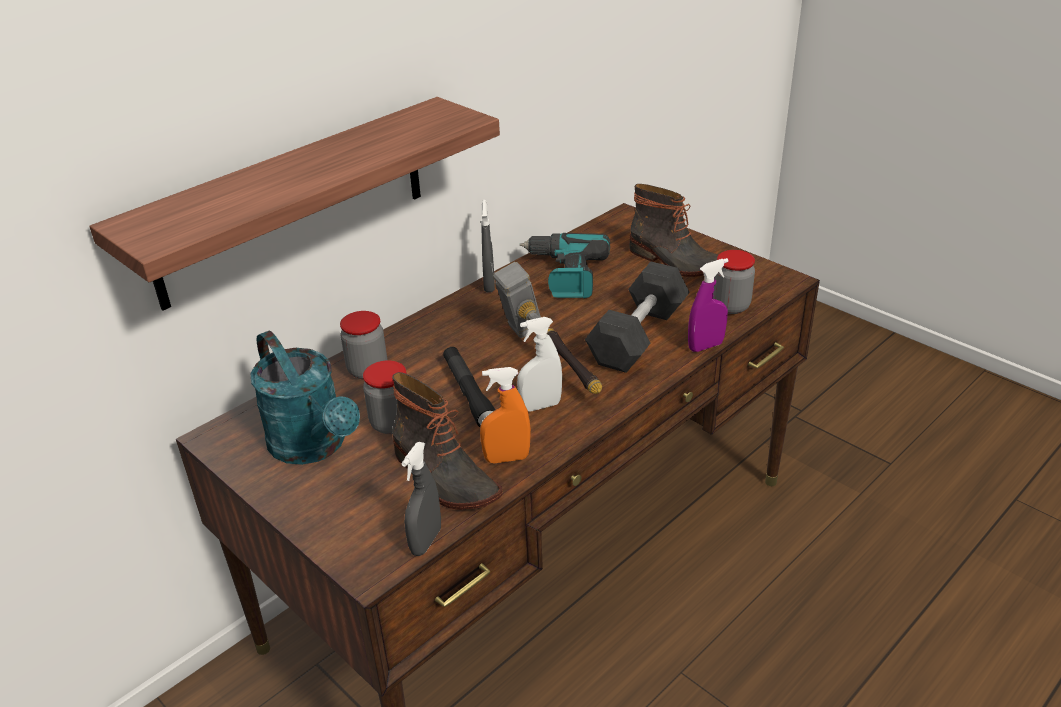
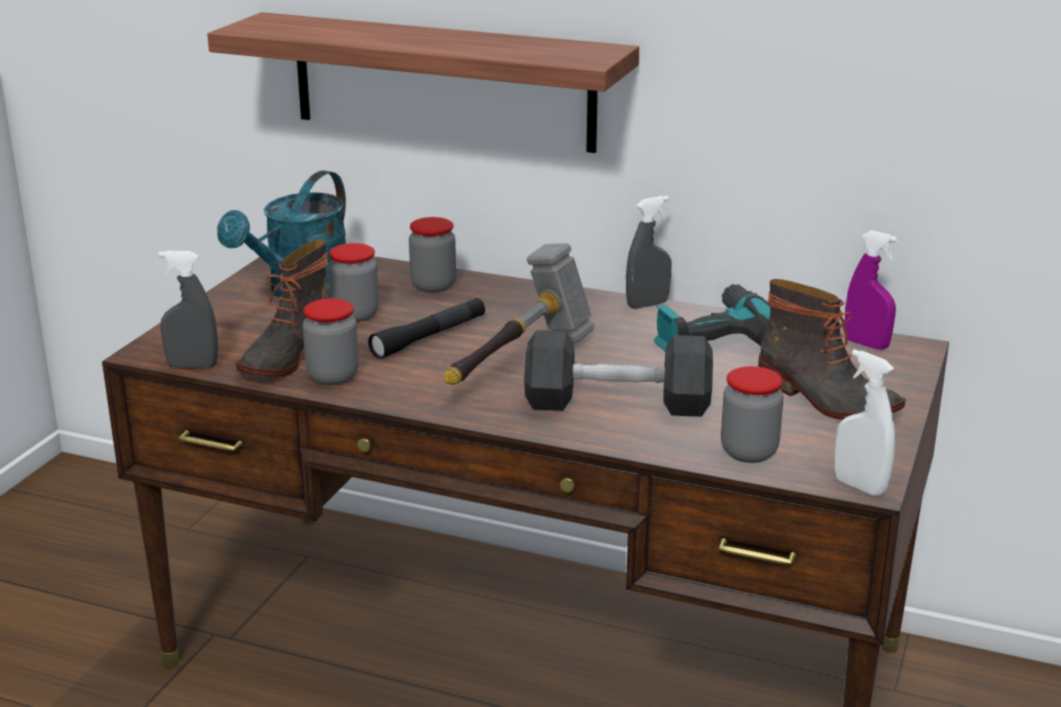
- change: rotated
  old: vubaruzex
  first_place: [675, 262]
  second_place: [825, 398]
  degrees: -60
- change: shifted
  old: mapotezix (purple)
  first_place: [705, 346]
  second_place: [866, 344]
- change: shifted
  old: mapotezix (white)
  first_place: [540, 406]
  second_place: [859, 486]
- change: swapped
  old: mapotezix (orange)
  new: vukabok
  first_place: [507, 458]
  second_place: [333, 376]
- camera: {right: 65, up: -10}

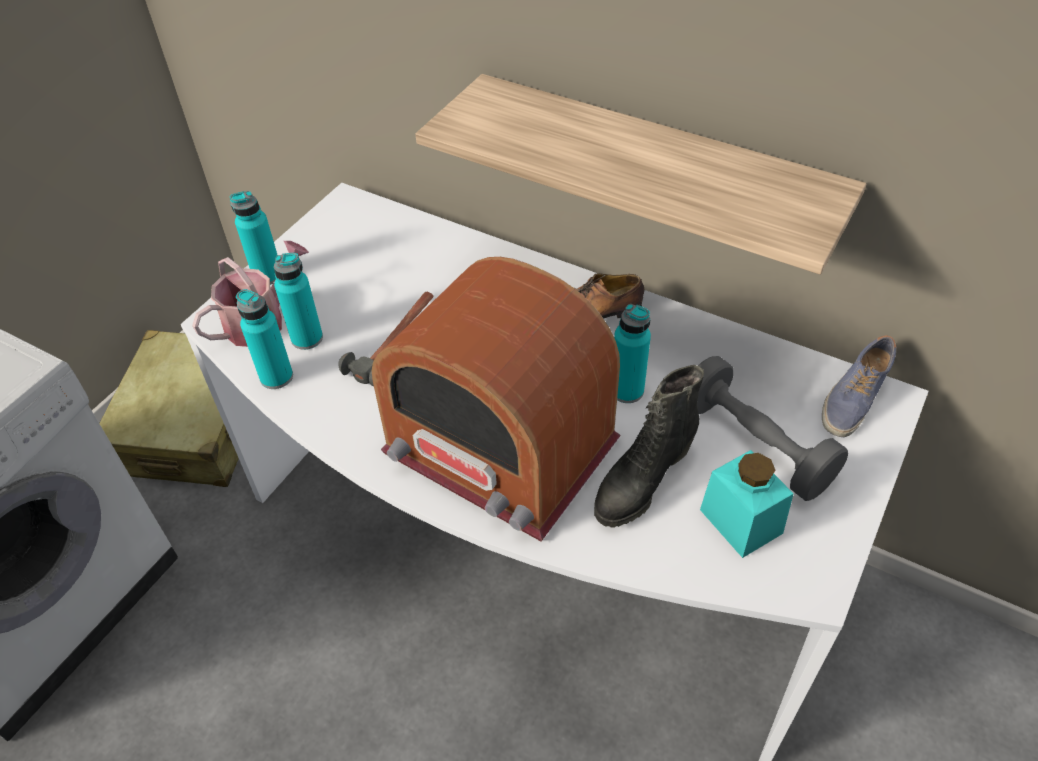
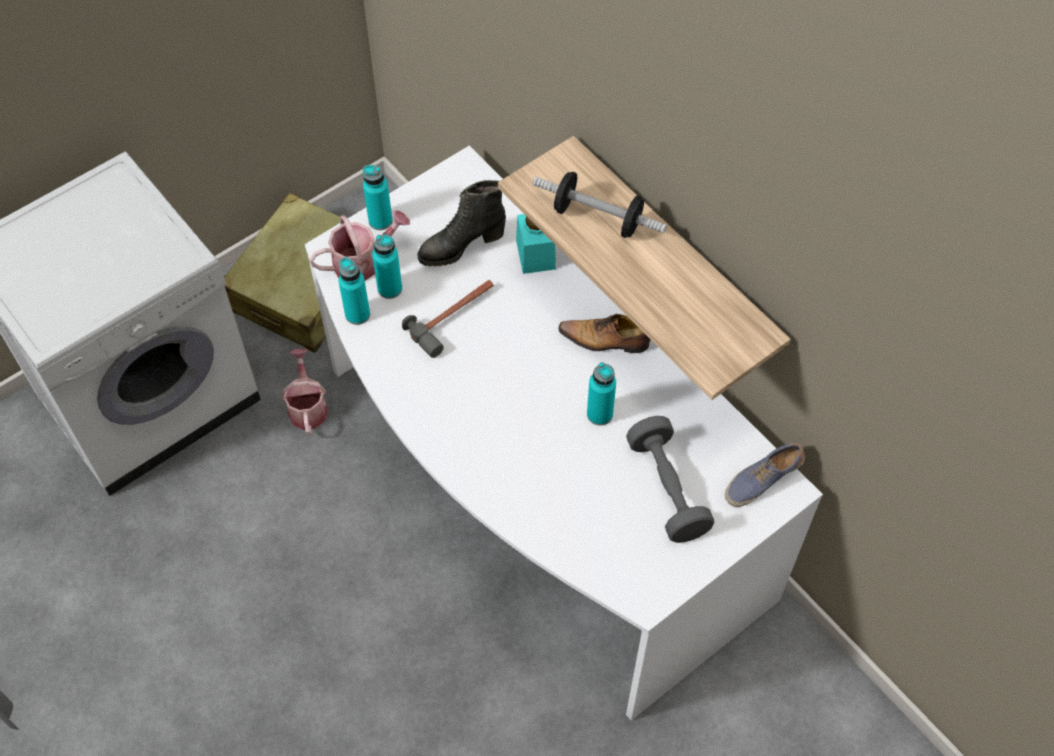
- change: gone
  old: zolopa
  first_place: [500, 448]
- change: shifted
  old: vubaruzex (black)
  first_place: [642, 481]
  second_place: [461, 246]
- change: shifted
  old: vukabok (turquoise)
  first_place: [741, 521]
  second_place: [535, 254]
- change: new
  new: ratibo
  second_place: [598, 218]
- change: new
  new: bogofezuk
  second_place: [307, 407]
- camera: {right: 20, up: 10}

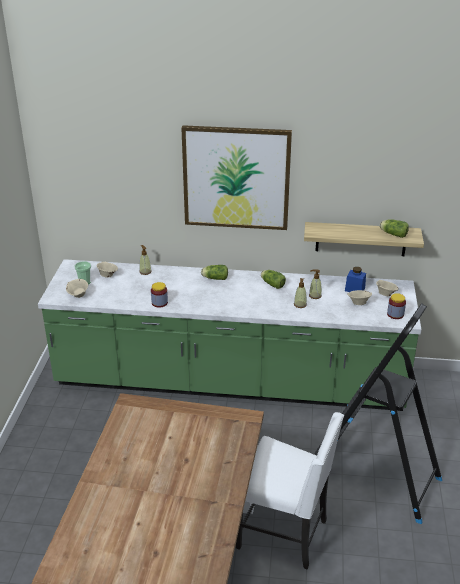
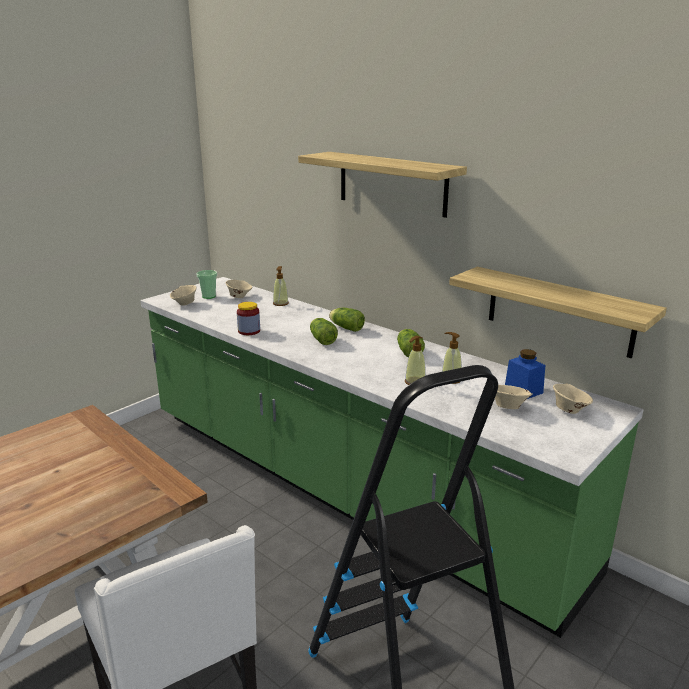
- change: swapped
  old: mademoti
  new: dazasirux
  first_place: [236, 178]
  second_place: [392, 183]
- change: shifted
  old: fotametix
  first_place: [392, 234]
  second_place: [322, 339]
- change: gone
  old: vukabok
  first_place: [395, 314]
- camera: {right: 35, up: -10}

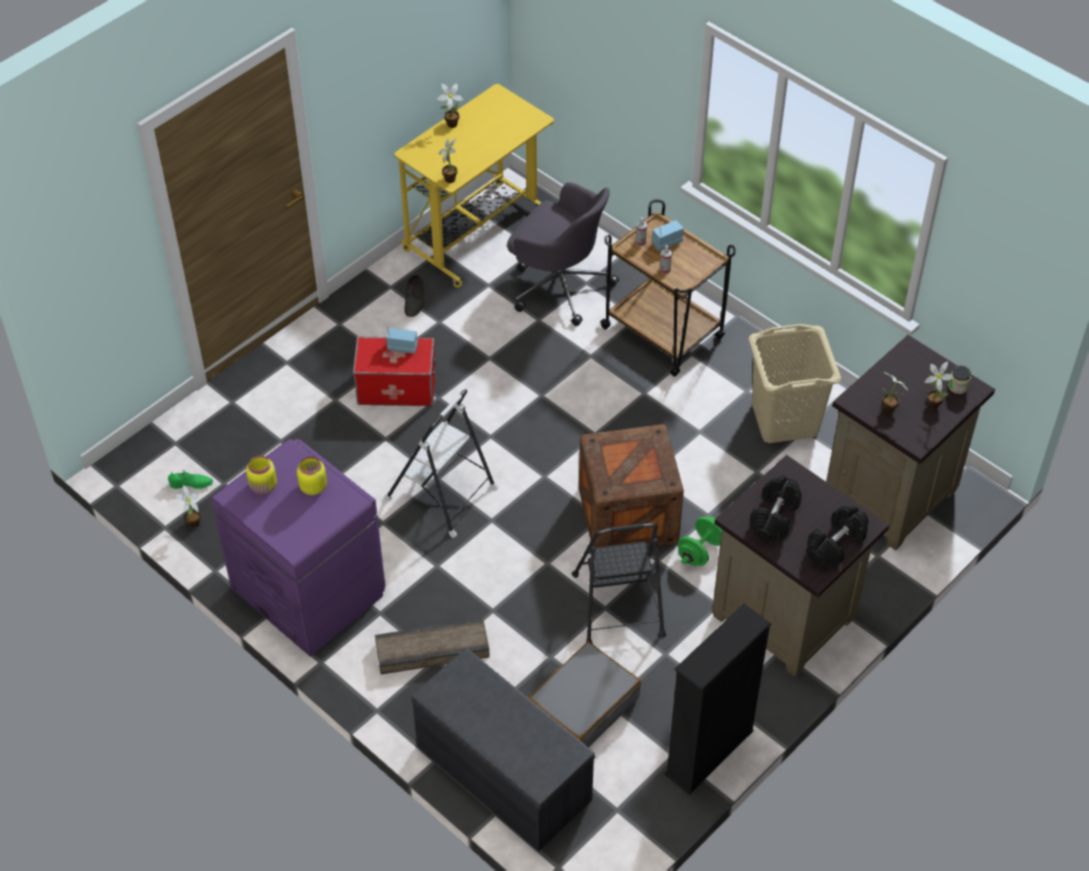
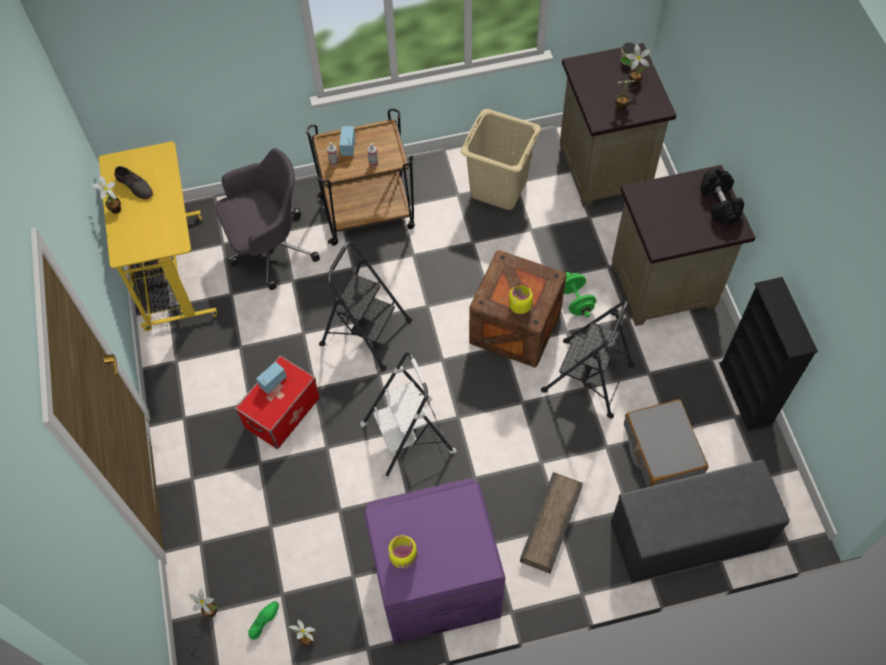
- change: shifted
  old: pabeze
  first_place: [450, 178]
  second_place: [210, 610]
- change: shifted
  old: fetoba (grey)
  first_place: [415, 300]
  second_place: [135, 185]
- change: shifted
  old: vukabok (yellow)
  first_place: [313, 486]
  second_place: [519, 306]
- change: gone
  old: ratibo (black)
  first_place: [774, 517]
- change: new
  new: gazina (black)
  second_place: [363, 330]
- camera: {right: -55, up: 10}

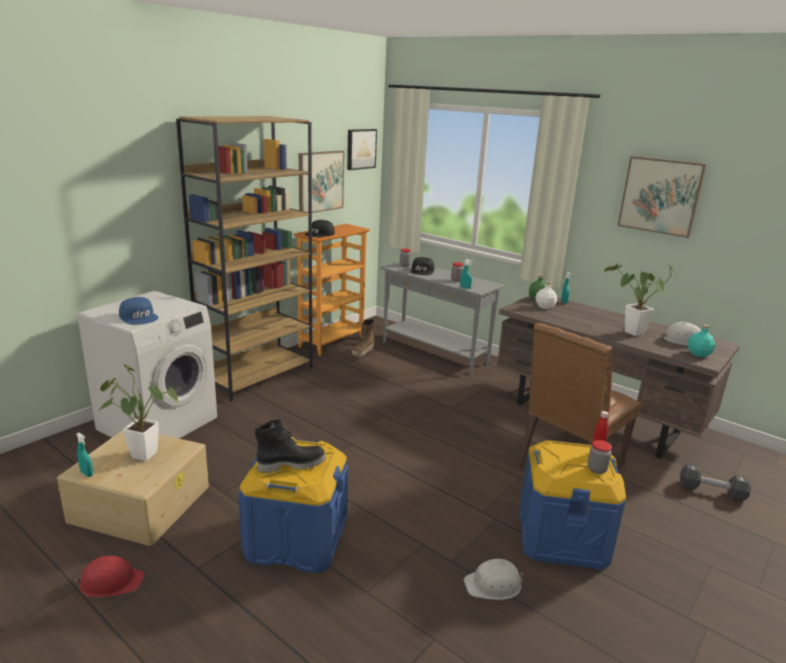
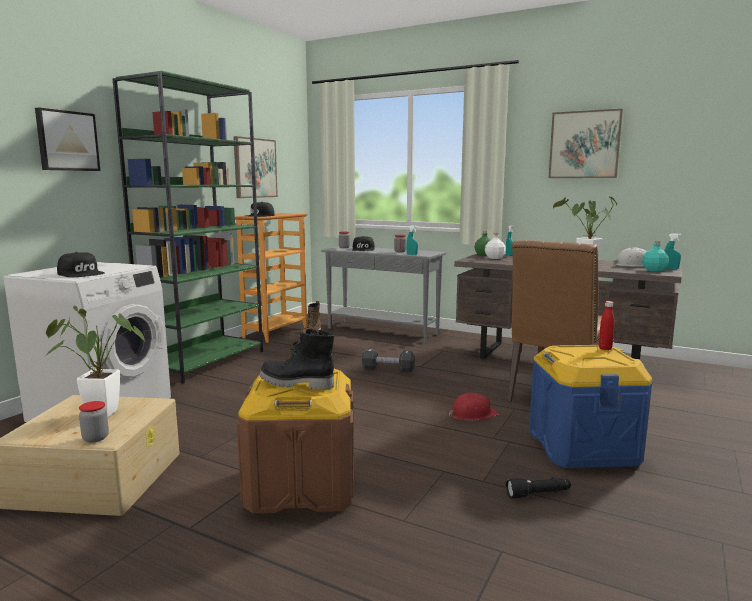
- change: repainted
  old: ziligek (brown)
  new: ziligek (green)
  first_place: [257, 374]
  second_place: [205, 361]
- change: shifted
  old: mademoti
  first_place: [360, 149]
  second_place: [67, 141]
- change: repainted
  old: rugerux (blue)
  new: rugerux (black)
  first_place: [139, 317]
  second_place: [82, 273]
- change: rotated
  old: vubaruzex (black)
  first_place: [291, 464]
  second_place: [296, 384]
  degrees: -135
- change: shifted
  old: mapotezix (turquoise)
  first_place: [87, 473]
  second_place: [670, 269]
- change: repainted
  old: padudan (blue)
  new: padudan (brown)
  first_place: [296, 539]
  second_place: [301, 485]
- change: shifted
  old: vukabok
  first_place: [596, 469]
  second_place: [95, 438]
- change: shifted
  old: ratibo (black)
  first_place: [711, 492]
  second_place: [388, 369]
- change: shifted
  old: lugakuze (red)
  first_place: [111, 582]
  second_place: [472, 414]
- change: swapped
  old: lugakuze (white)
  new: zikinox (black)
  first_place: [494, 585]
  second_place: [538, 494]
- camera: {right: -10, up: -10}

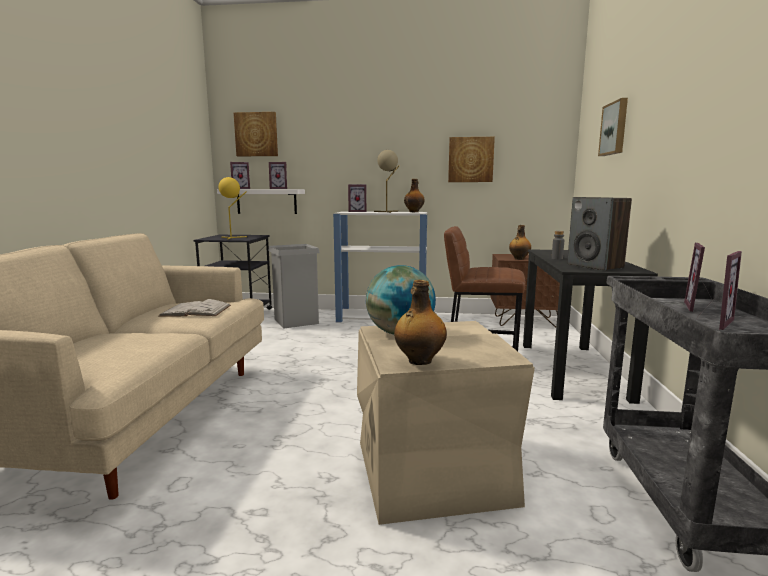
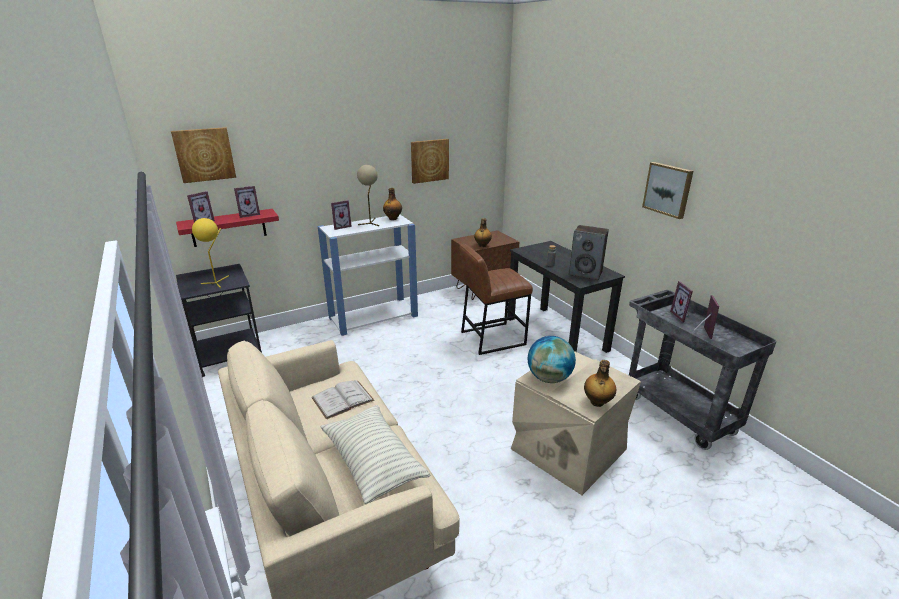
- change: shifted
  old: mademoti
  first_place: [615, 128]
  second_place: [668, 189]
- change: repainted
  old: dazasirux (white)
  new: dazasirux (red)
  first_place: [266, 201]
  second_place: [228, 228]
- change: gone
  old: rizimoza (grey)
  first_place: [296, 321]
- change: new
  new: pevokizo
  second_place: [373, 462]
- camera: {right: -35, up: 15}

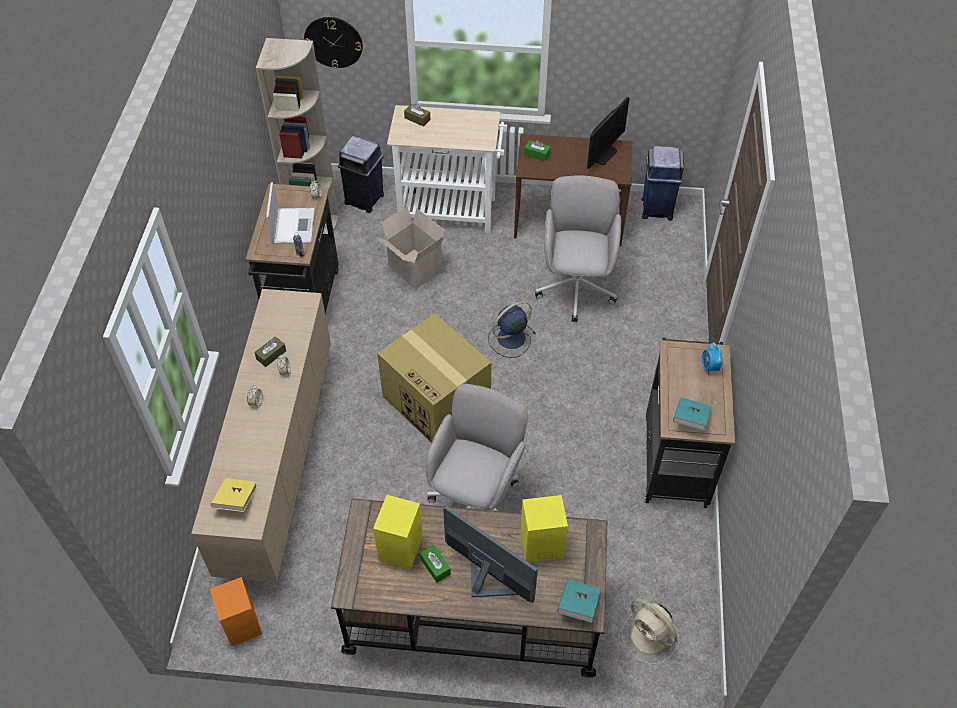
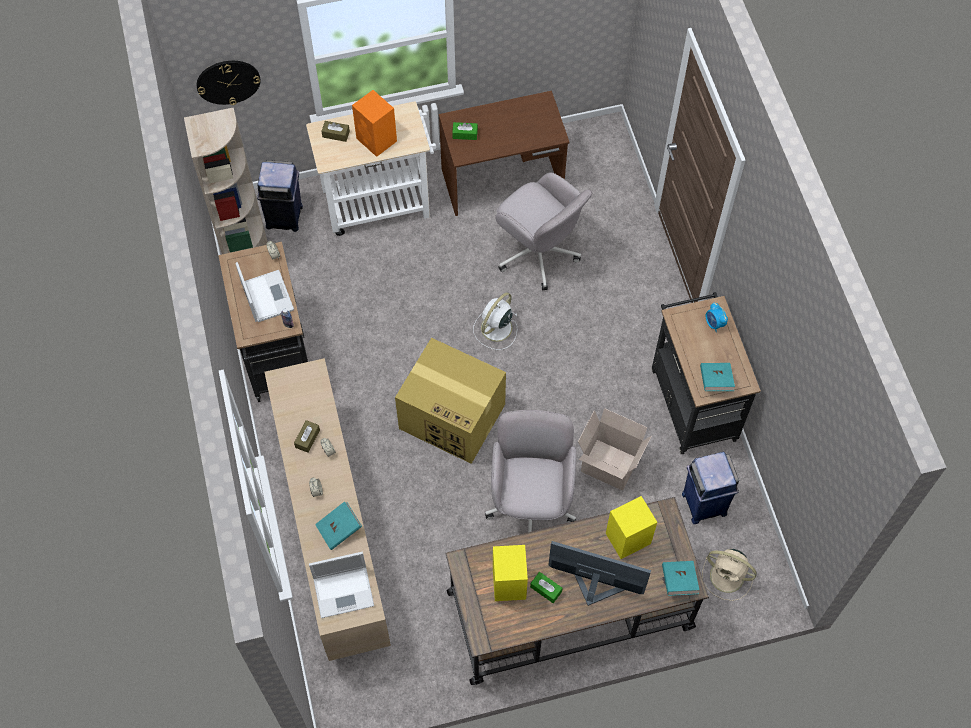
- change: gone
  old: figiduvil
  first_place: [603, 154]
- change: shifted
  old: rizimoza (blue)
  first_place: [657, 208]
  second_place: [704, 503]
- change: rotated
  old: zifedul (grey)
  first_place: [576, 289]
  second_place: [538, 255]
  degrees: 150
- change: shifted
  old: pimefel
  first_place: [413, 269]
  second_place: [608, 466]
- change: repainted
  old: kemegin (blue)
  new: kemegin (white)
  first_place: [510, 339]
  second_place: [495, 329]
- change: swapped
  old: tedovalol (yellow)
  new: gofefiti
  first_place: [236, 500]
  second_place: [344, 591]
- change: shifted
  old: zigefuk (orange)
  first_place: [242, 625]
  second_place: [377, 140]
- change: new
  new: tedovalol (turquoise)
  second_place: [339, 529]
- camera: {right: -20, up: 10}

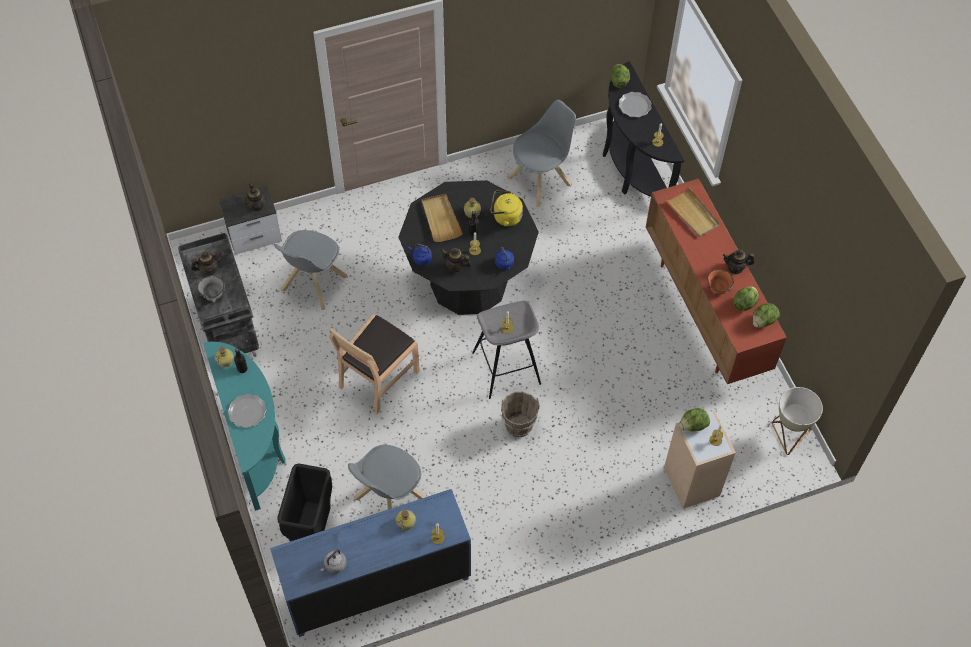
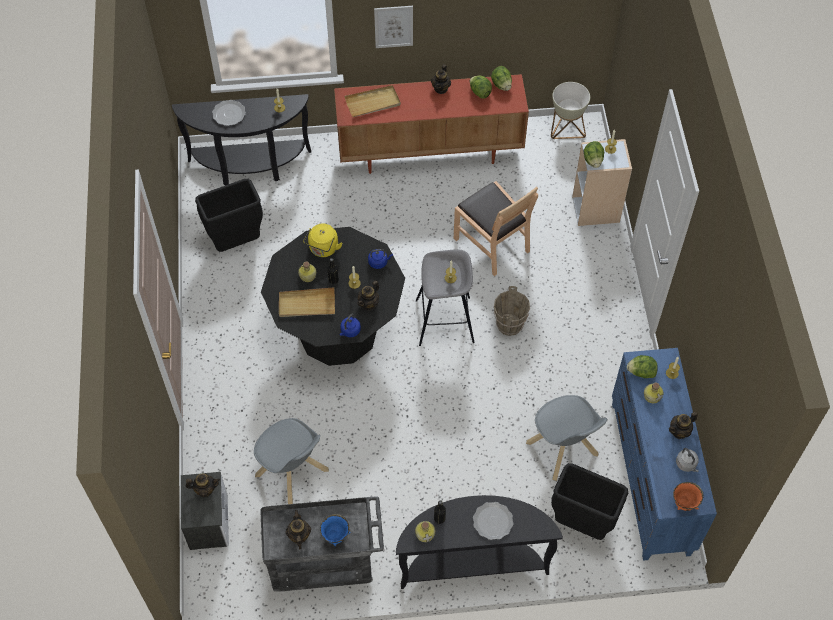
- change: shifted
  old: fotametix
  first_place: [619, 81]
  second_place: [641, 372]
- change: swapped
  old: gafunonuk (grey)
  new: rizimoza (black)
  first_place: [541, 180]
  second_place: [236, 242]
- change: shifted
  old: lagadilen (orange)
  first_place: [717, 290]
  second_place: [684, 503]
- change: repainted
  old: lagadilen (grey)
  new: lagadilen (blue)
  first_place: [213, 296]
  second_place: [336, 536]
- change: shifted
  old: gafunonuk (brown)
  first_place: [378, 378]
  second_place: [492, 244]
- change: repainted
  old: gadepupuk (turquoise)
  new: gadepupuk (black)
  first_place: [256, 444]
  second_place: [472, 562]
- change: new
  new: mademoti
  second_place: [393, 26]
- change: new
  new: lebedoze
  second_place: [680, 431]
- camera: {right: -75, up: 0}

